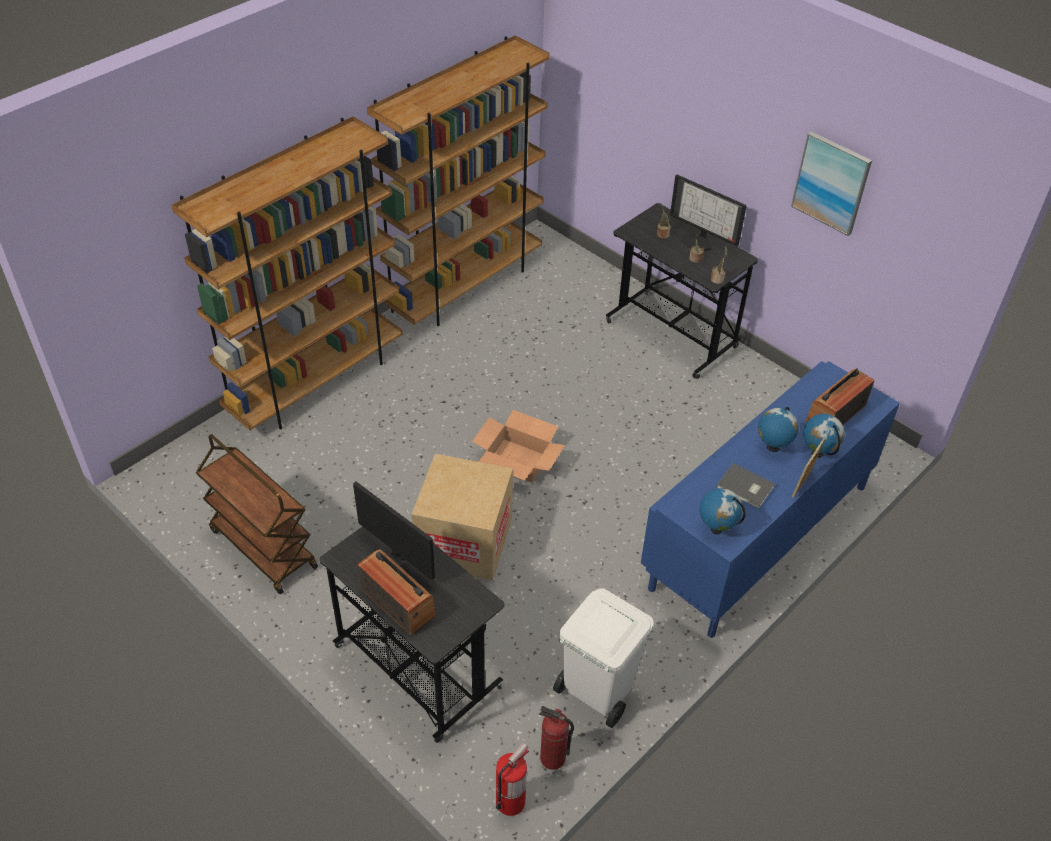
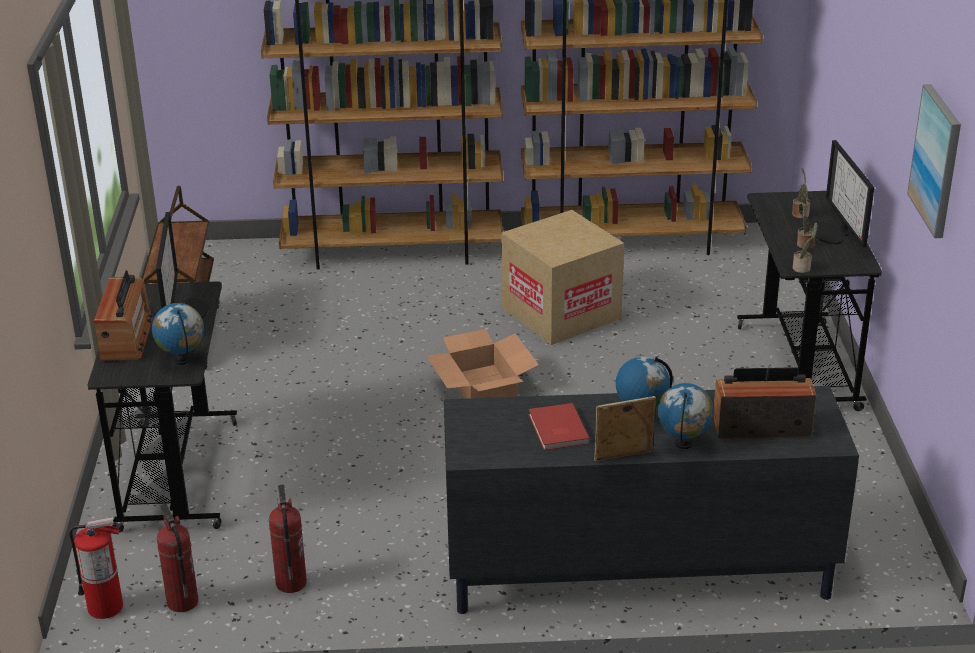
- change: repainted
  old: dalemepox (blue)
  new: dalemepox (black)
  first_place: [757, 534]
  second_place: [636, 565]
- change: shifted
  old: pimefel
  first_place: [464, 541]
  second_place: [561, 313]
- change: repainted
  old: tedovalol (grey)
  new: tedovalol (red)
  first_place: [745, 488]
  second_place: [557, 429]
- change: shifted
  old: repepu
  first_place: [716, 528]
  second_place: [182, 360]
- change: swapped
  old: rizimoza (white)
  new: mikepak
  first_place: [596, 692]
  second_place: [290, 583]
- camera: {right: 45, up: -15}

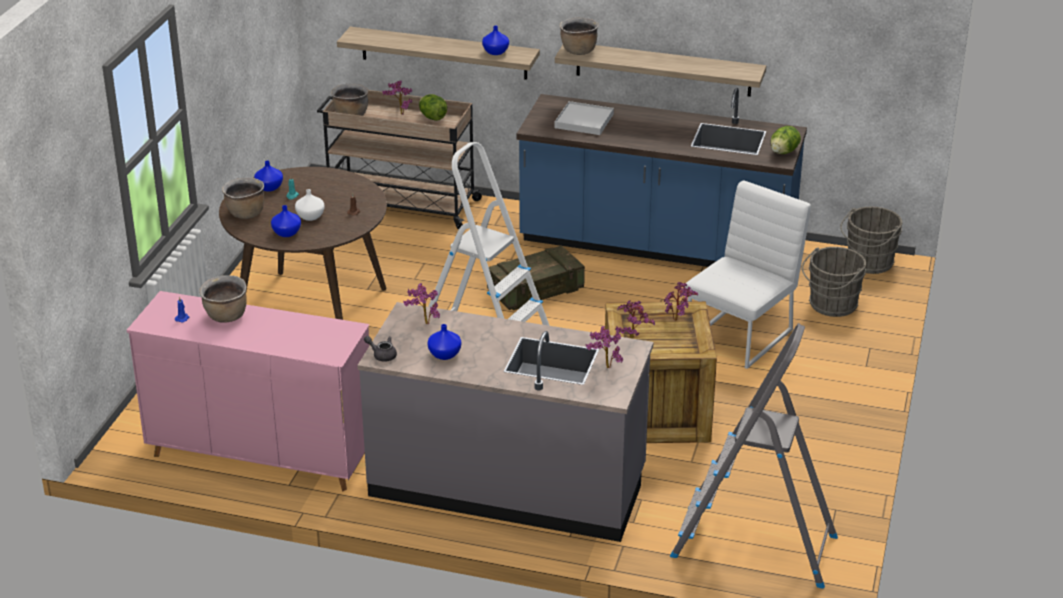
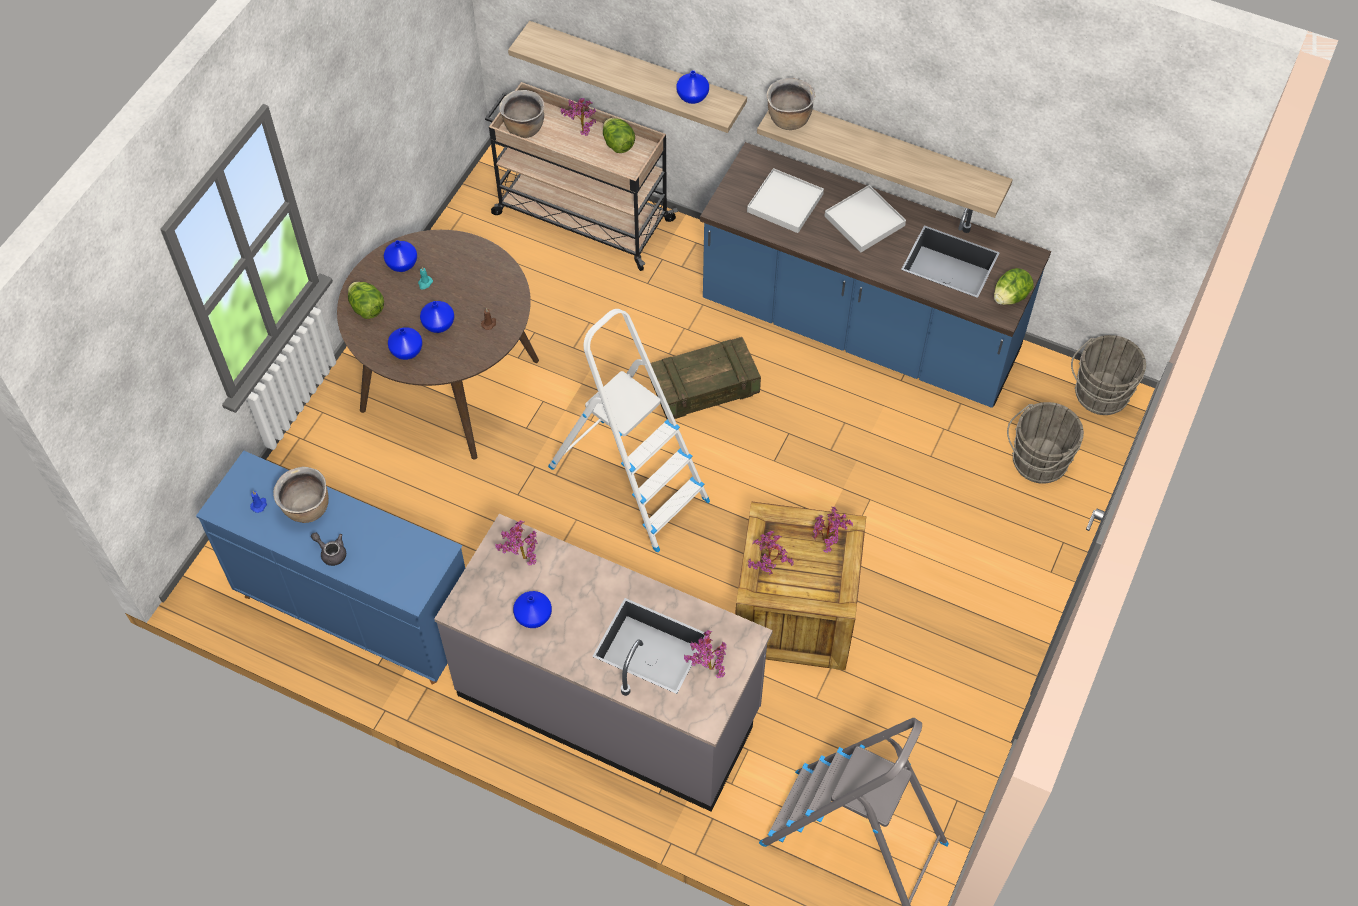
- change: swapped
  old: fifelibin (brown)
  new: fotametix
  first_place: [245, 213]
  second_place: [367, 308]
- change: gone
  old: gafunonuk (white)
  first_place: [742, 335]
- change: repainted
  old: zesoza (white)
  new: zesoza (blue)
  first_place: [310, 217]
  second_place: [438, 325]
- change: repainted
  old: dalemepox (pink)
  new: dalemepox (blue)
  first_place: [261, 454]
  second_place: [356, 612]
- change: shifted
  old: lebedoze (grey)
  first_place: [382, 355]
  second_place: [331, 552]
- change: new
  new: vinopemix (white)
  second_place: [864, 221]
- camera: {right: 10, up: 25}

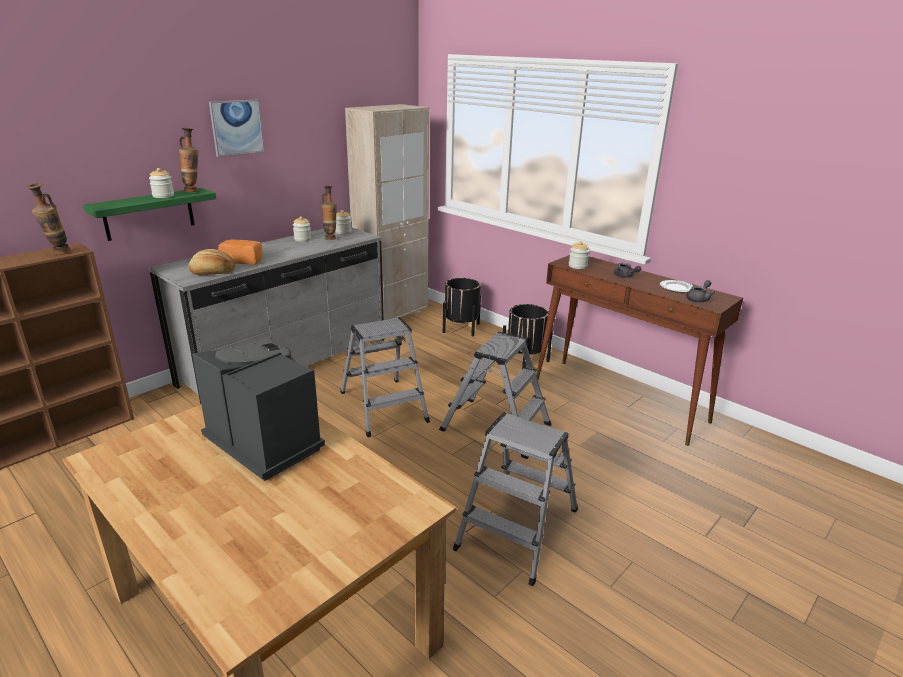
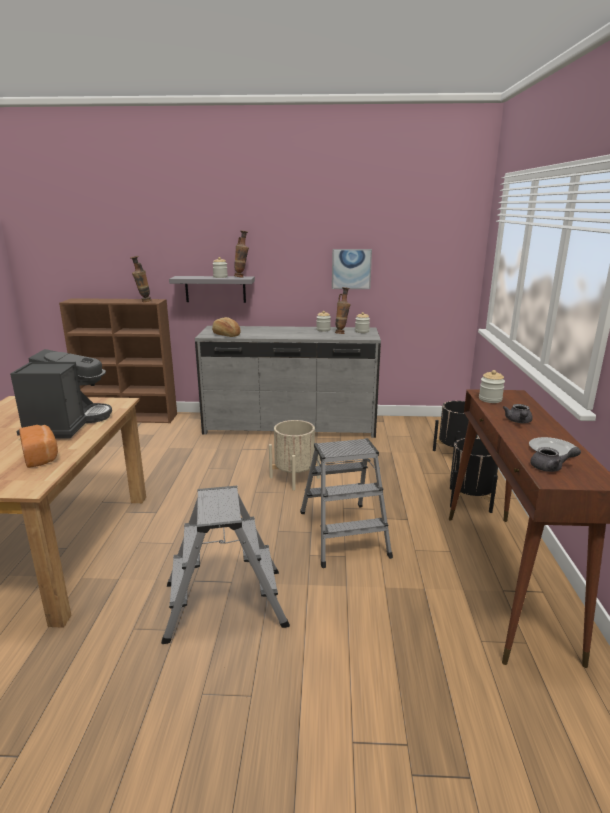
- change: shifted
  old: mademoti
  first_place: [236, 127]
  second_place: [351, 269]
- change: gone
  old: dalemepox (beige)
  first_place: [393, 315]
- change: repainted
  old: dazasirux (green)
  new: dazasirux (grey)
  first_place: [149, 214]
  second_place: [215, 289]
- change: shifted
  old: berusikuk
  first_place: [243, 260]
  second_place: [41, 456]
- change: swapped
  old: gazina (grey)
  new: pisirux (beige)
  first_place: [383, 406]
  second_place: [294, 477]
- camera: {right: 50, up: -5}

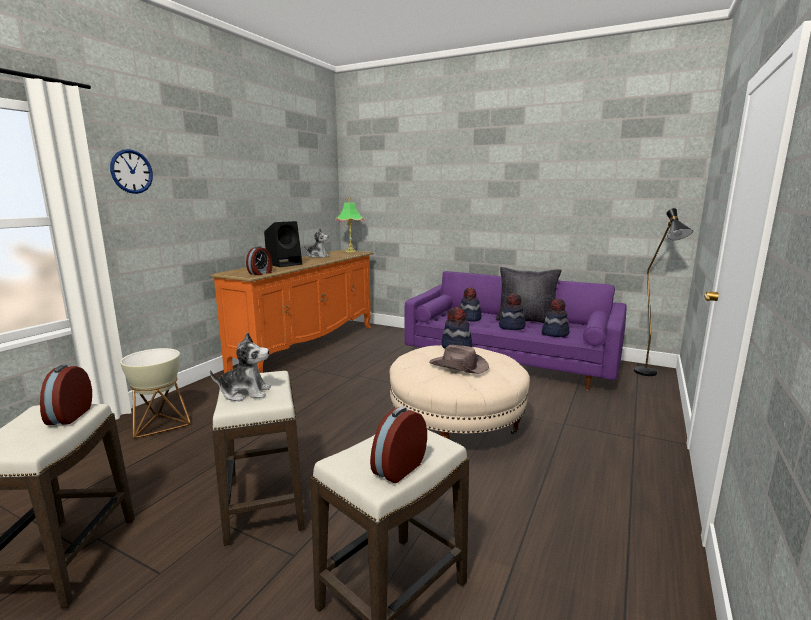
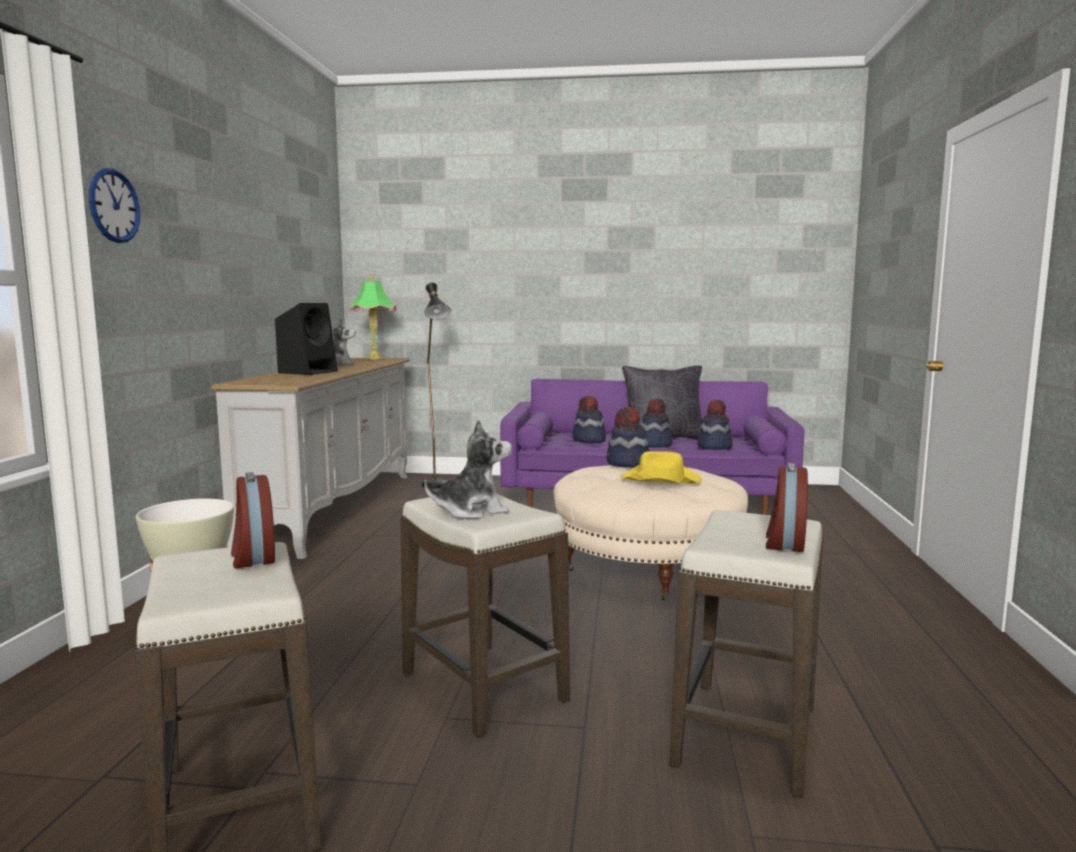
- change: shifted
  old: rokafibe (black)
  first_place: [649, 375]
  second_place: [437, 487]
- change: gone
  old: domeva
  first_place: [261, 273]
- change: repainted
  old: dalemepox (orange)
  new: dalemepox (grey)
  first_place: [309, 347]
  second_place: [336, 509]
- change: repainted
  old: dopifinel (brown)
  new: dopifinel (yellow)
  first_place: [459, 366]
  second_place: [661, 480]
- camera: {right: -20, up: -5}

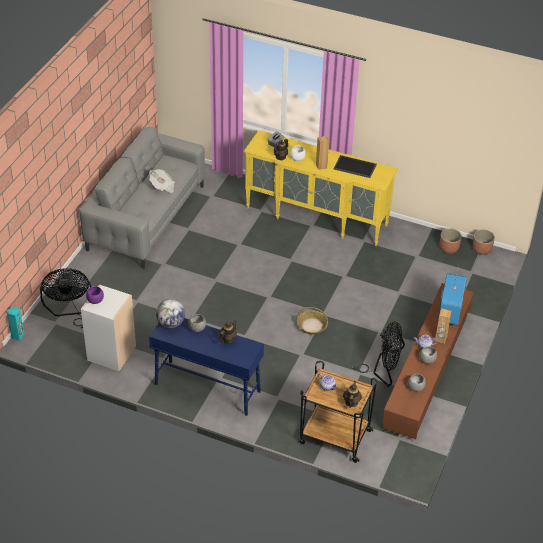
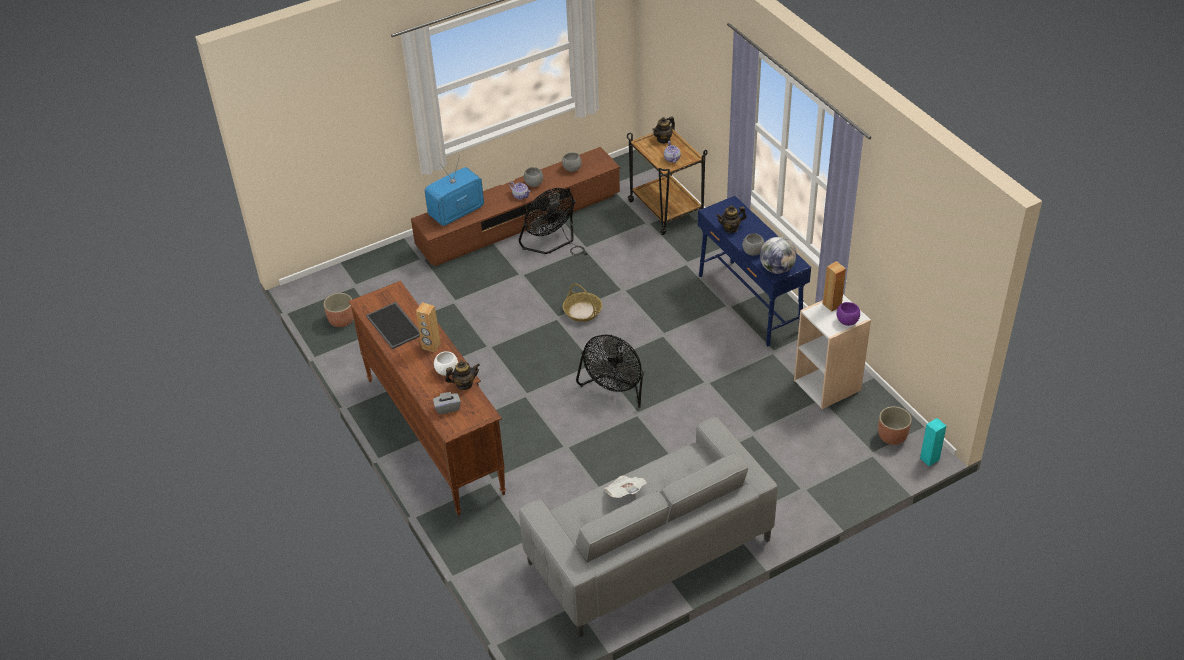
- change: repainted
  old: dalemepox (yellow)
  new: dalemepox (brown)
  first_place: [316, 217]
  second_place: [435, 434]
- change: shifted
  old: pisirux
  first_place: [481, 249]
  second_place: [892, 436]
- change: shifted
  old: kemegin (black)
  first_place: [70, 309]
  second_place: [614, 386]
- change: shifted
  old: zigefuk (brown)
  first_place: [441, 339]
  second_place: [832, 305]
- camera: {right: -140, up: 0}

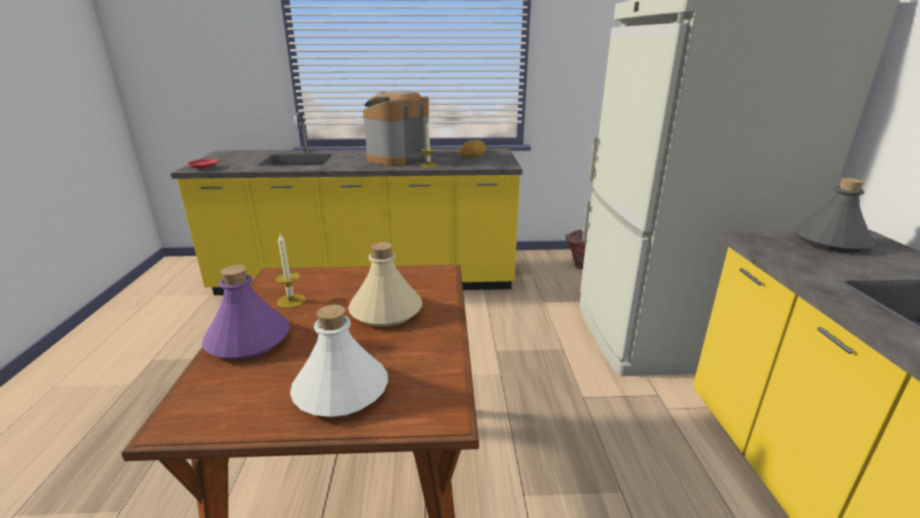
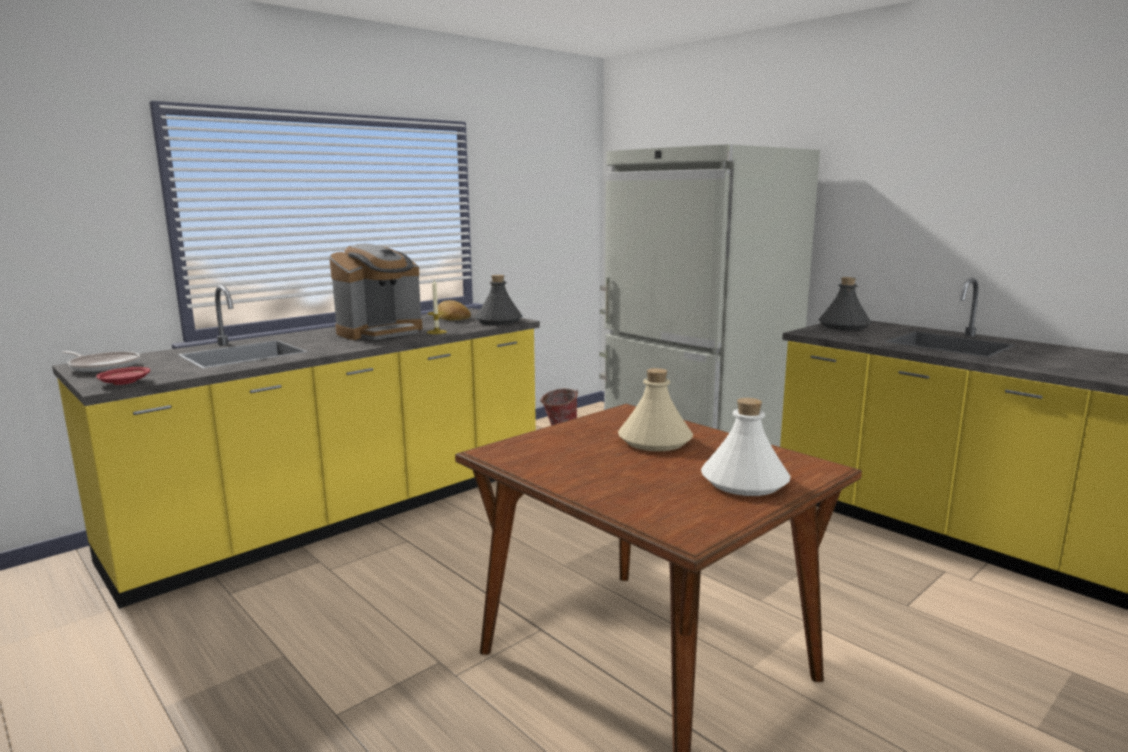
- change: rotated
  old: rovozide
  first_place: [397, 158]
  second_place: [380, 332]
  degrees: -135
- change: gone
  old: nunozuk
  first_place: [291, 301]
- change: gone
  old: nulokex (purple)
  first_place: [248, 341]
- change: new
  new: nulokex (grey)
  second_place: [499, 321]
- change: new
  new: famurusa
  second_place: [103, 367]
- camera: {right: -40, up: -10}

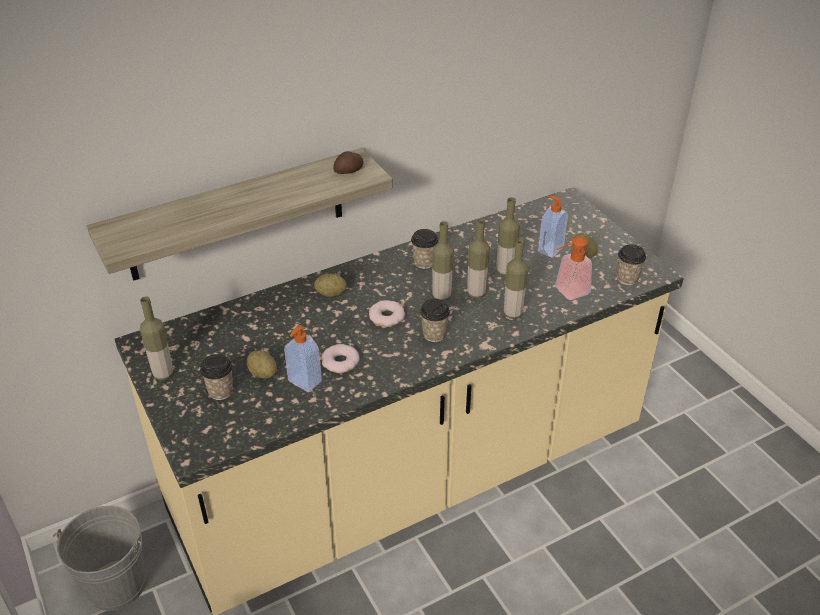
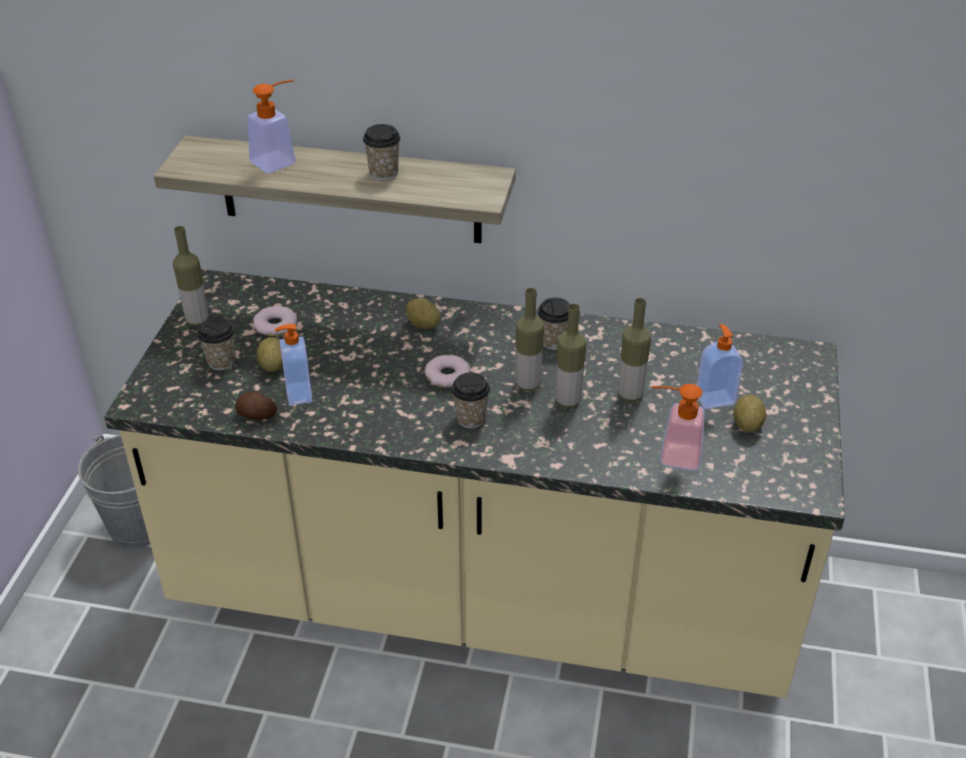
- change: shifted
  old: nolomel
  first_place: [349, 171]
  second_place: [256, 416]
- change: gone
  old: nulokex
  first_place: [513, 313]
- change: shifted
  old: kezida
  first_place: [627, 278]
  second_place: [383, 173]
- change: shifted
  old: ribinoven
  first_place: [340, 362]
  second_place: [275, 325]
- change: new
  new: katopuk
  second_place: [279, 160]
- camera: {right: 40, up: 0}

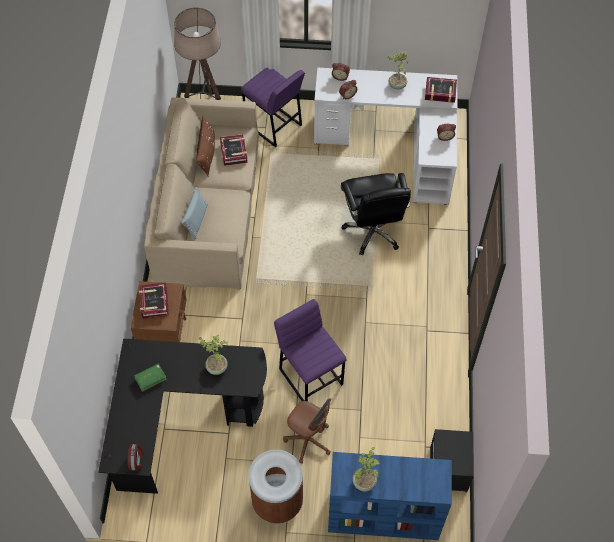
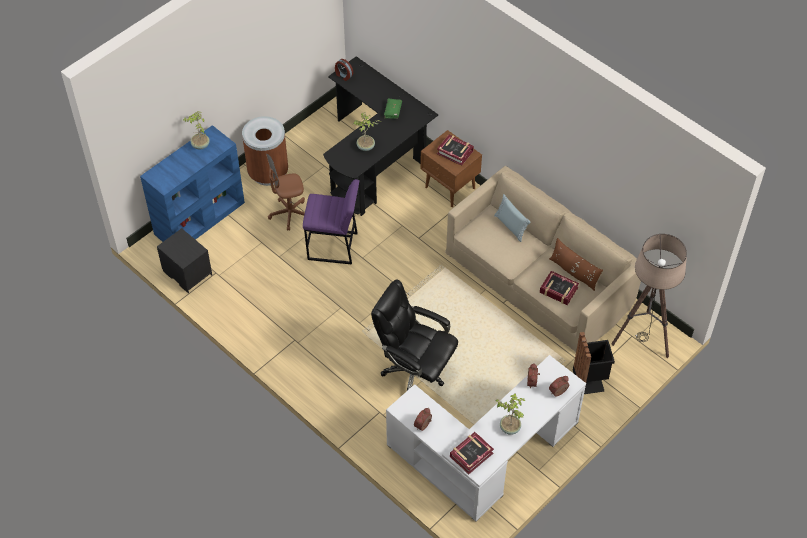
- change: swapped
  old: gafunonuk (purple)
  new: rizimoza (black)
  first_place: [274, 125]
  second_place: [590, 380]
- camera: {right: 130, up: -5}

